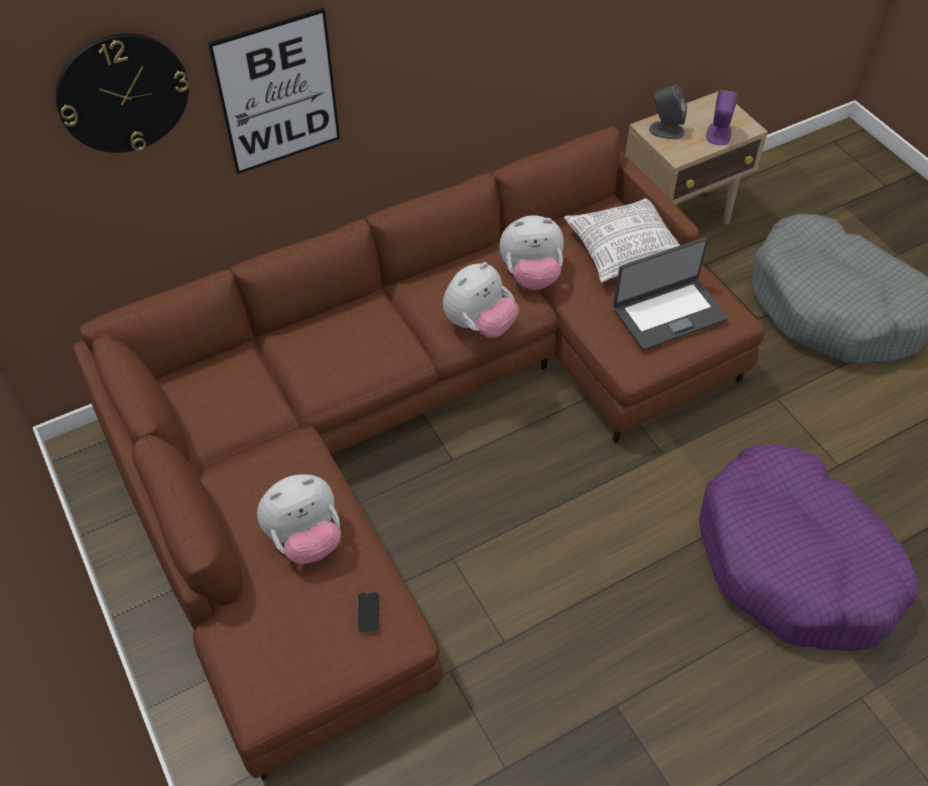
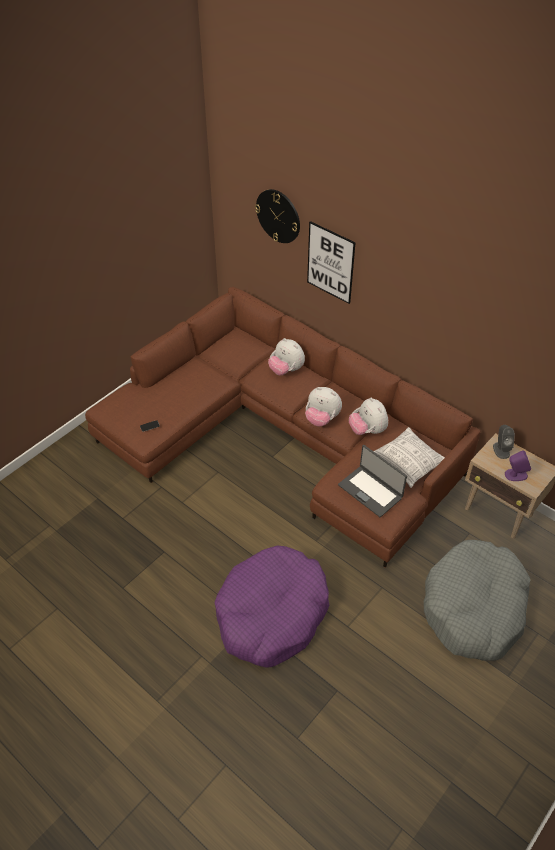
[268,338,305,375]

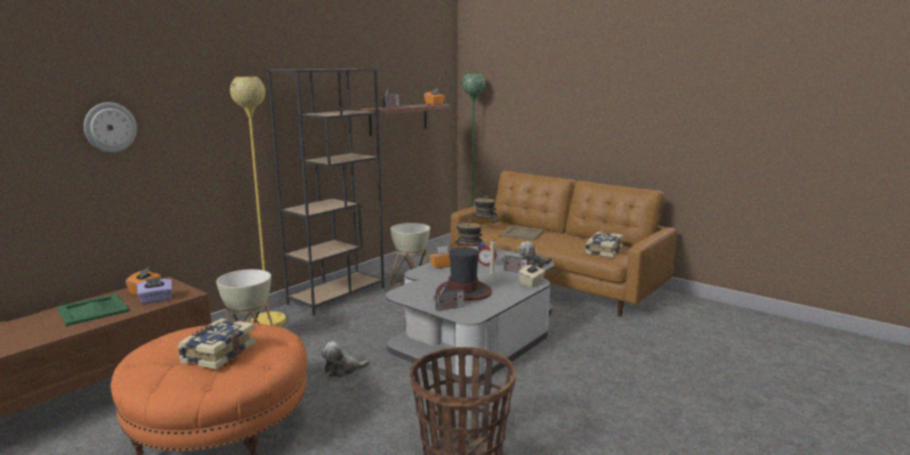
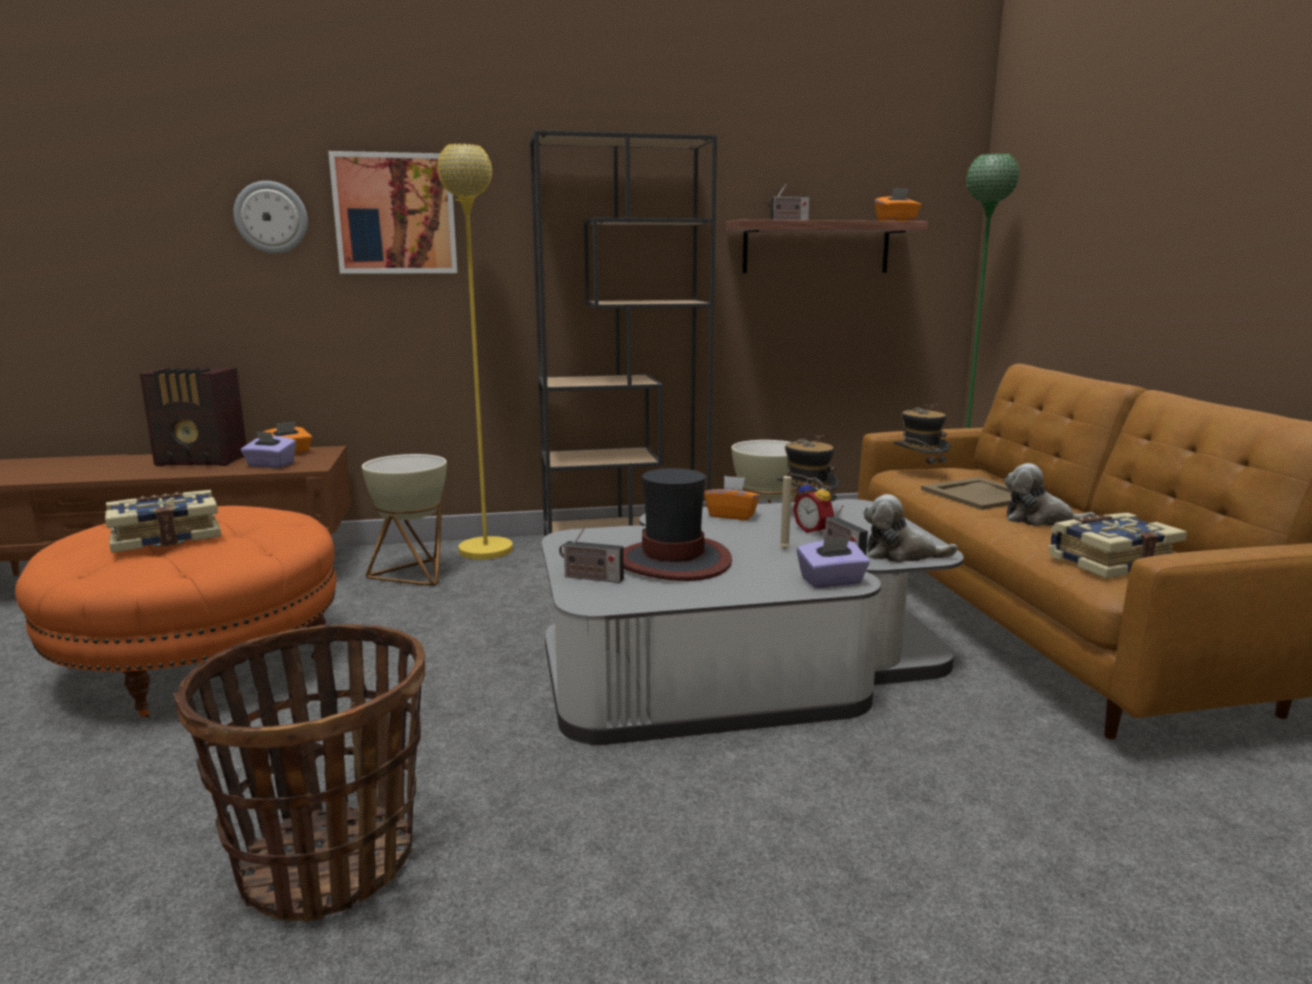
[797,536,870,588]
[140,368,247,466]
[1004,463,1096,526]
[328,151,457,274]

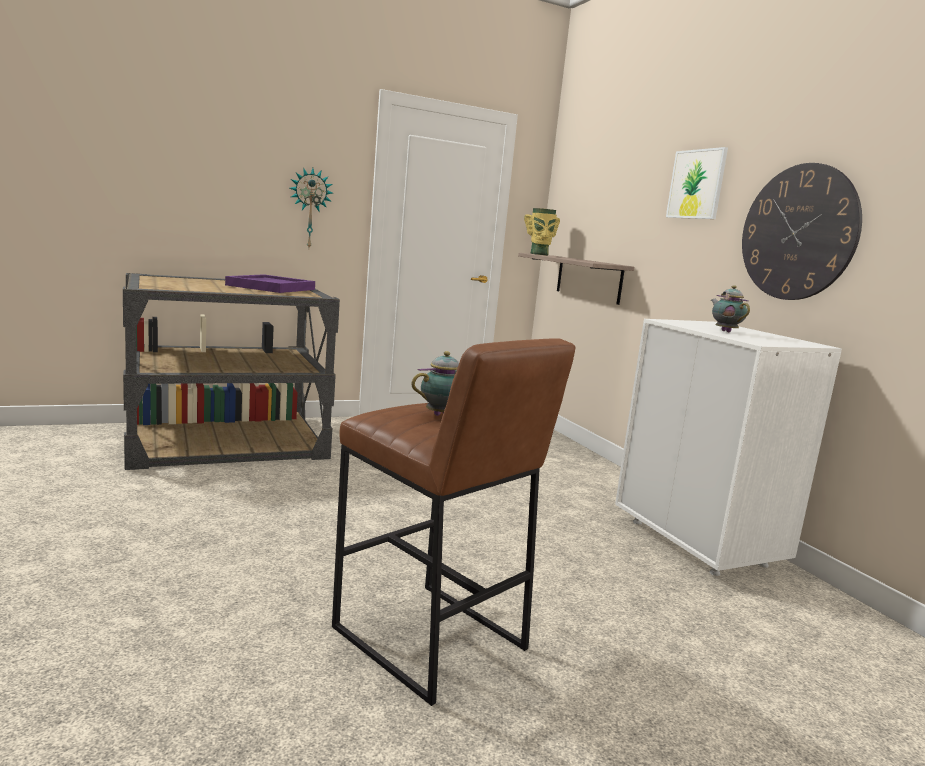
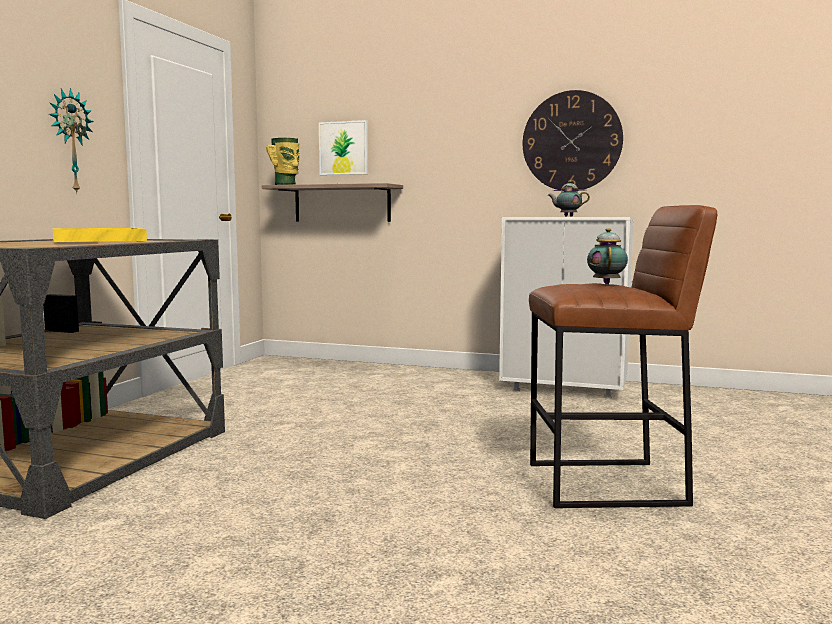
[319,120,368,175]
[53,228,147,242]

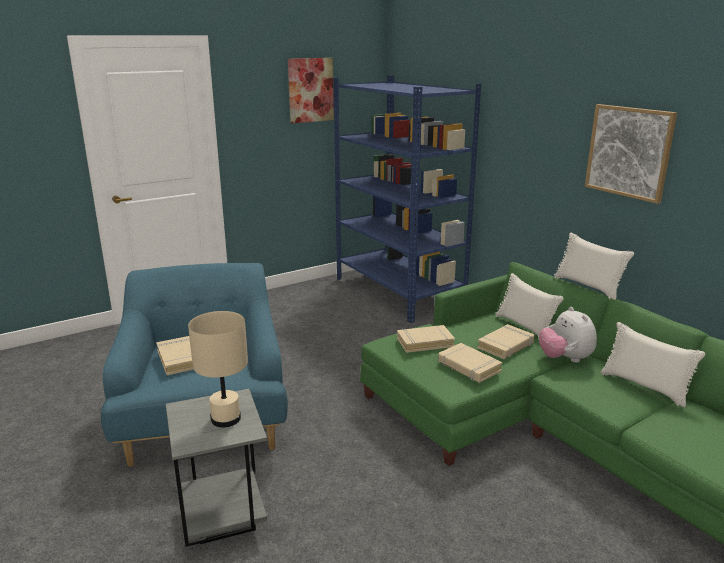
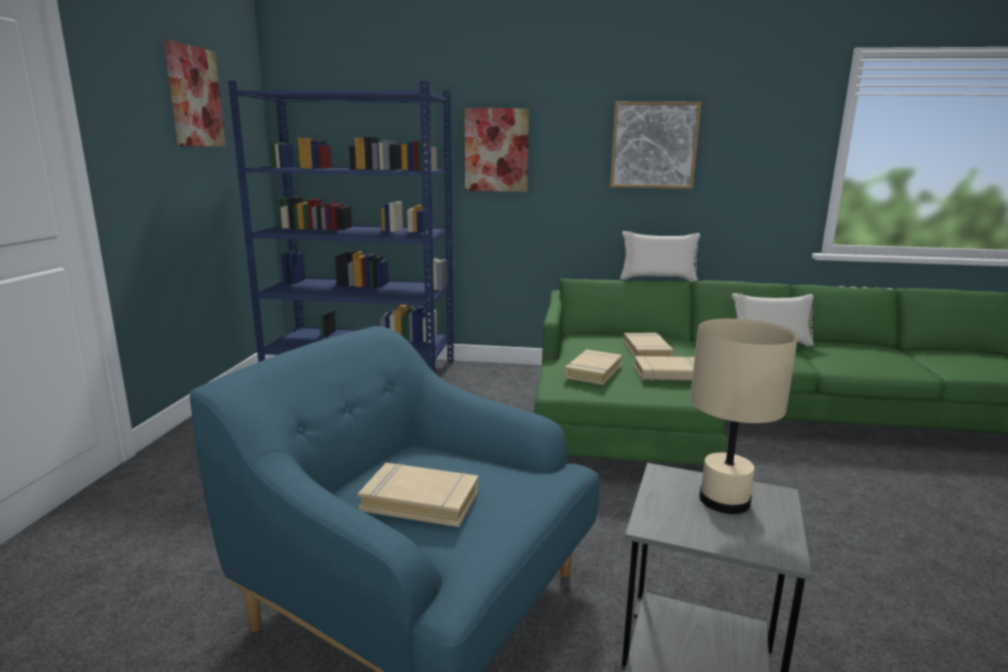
[495,273,564,338] (first image)
[539,307,597,363] (first image)
[465,108,529,192]

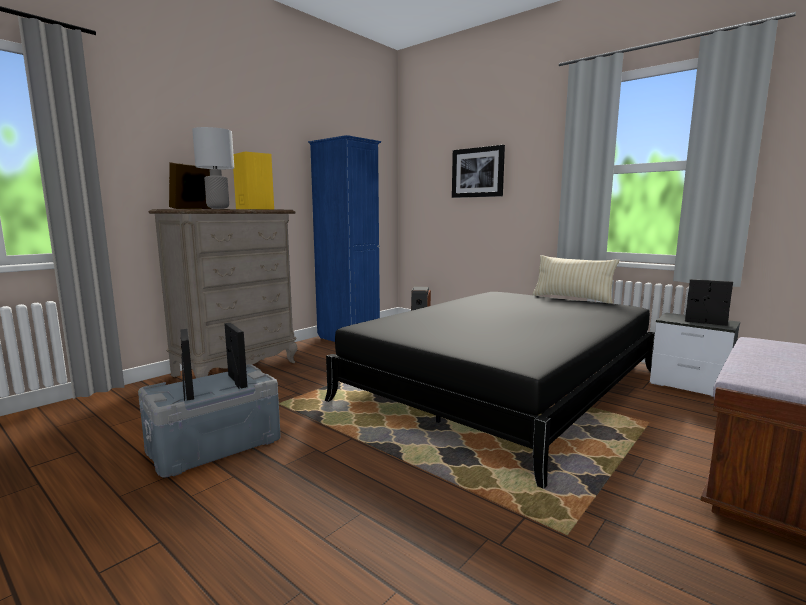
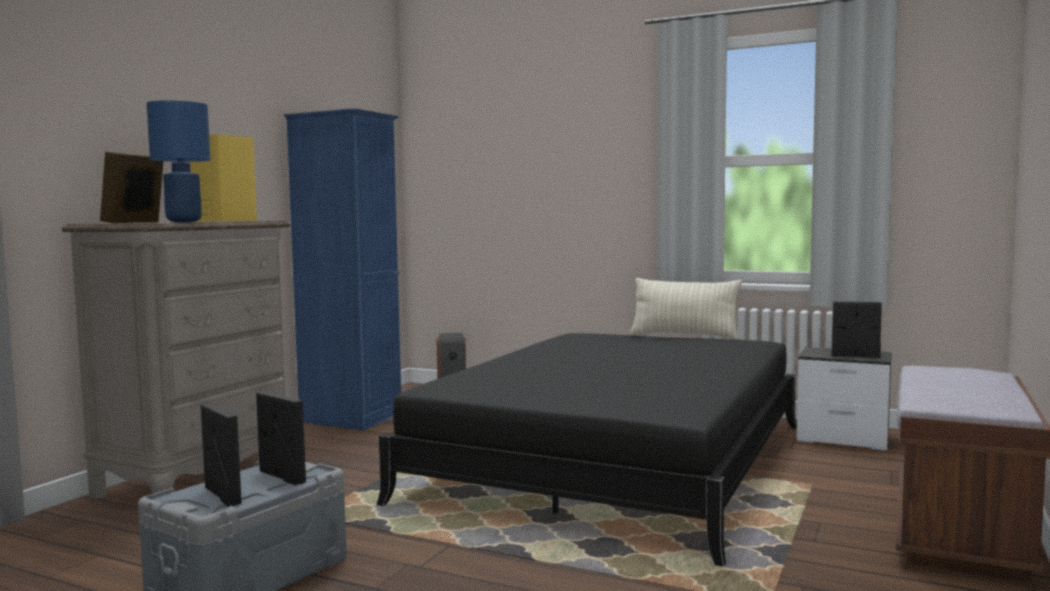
[147,100,211,222]
[452,145,505,198] (first image)

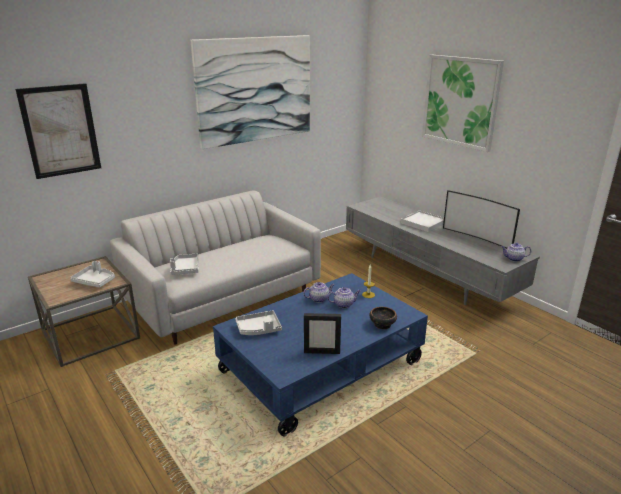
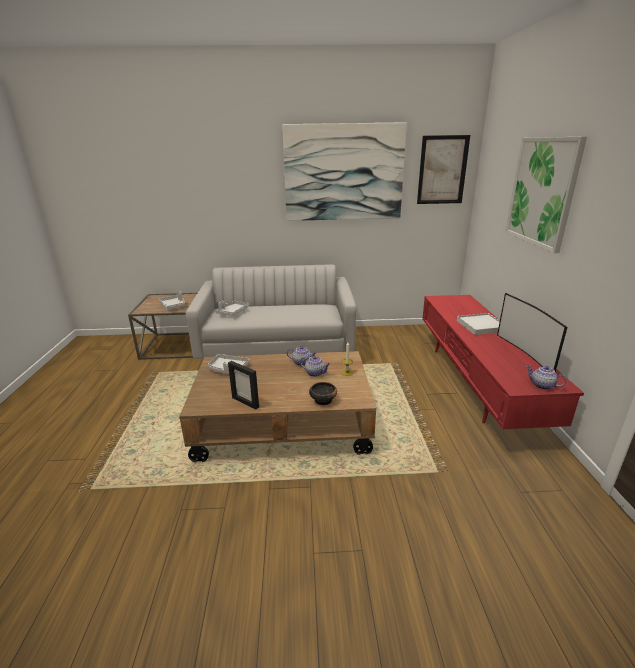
[417,135,470,204]
[422,295,584,429]
[179,351,376,462]

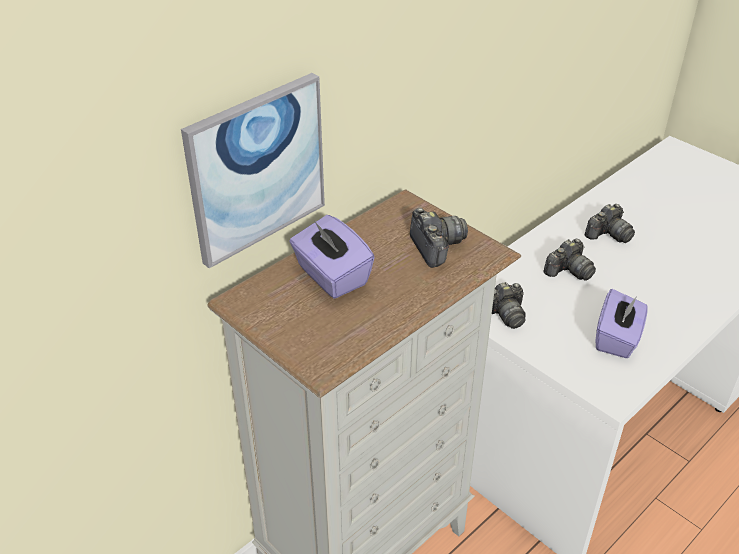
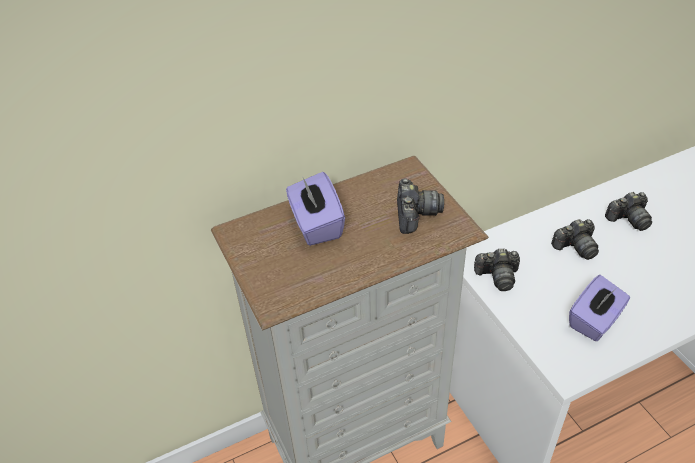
[181,73,325,268] (first image)

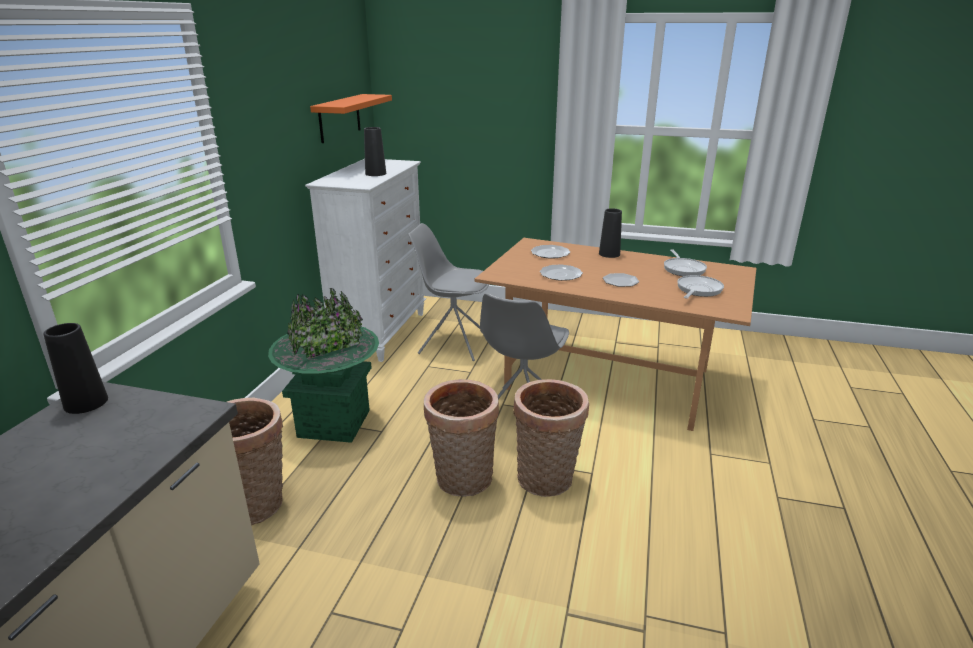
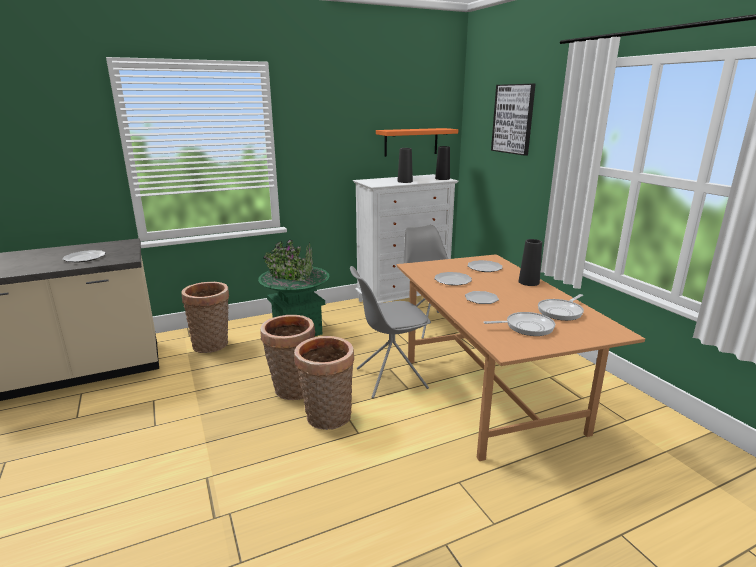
[435,146,450,180]
[491,84,536,156]
[63,250,105,262]

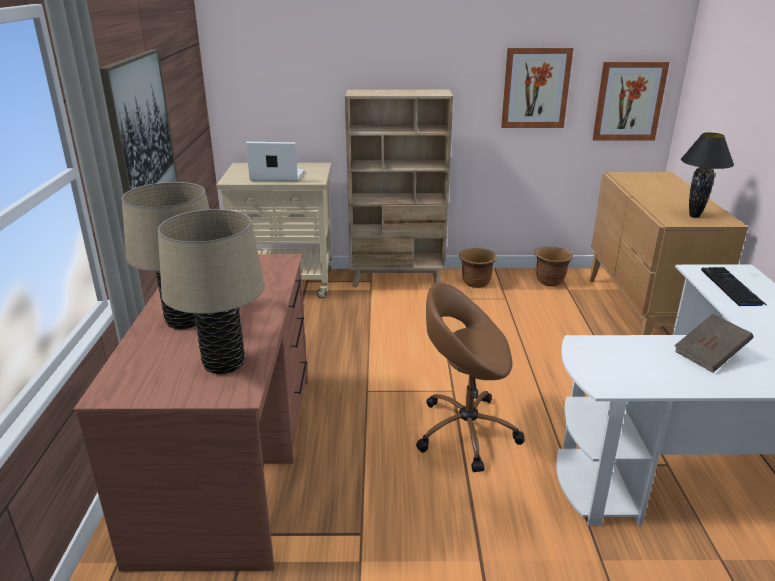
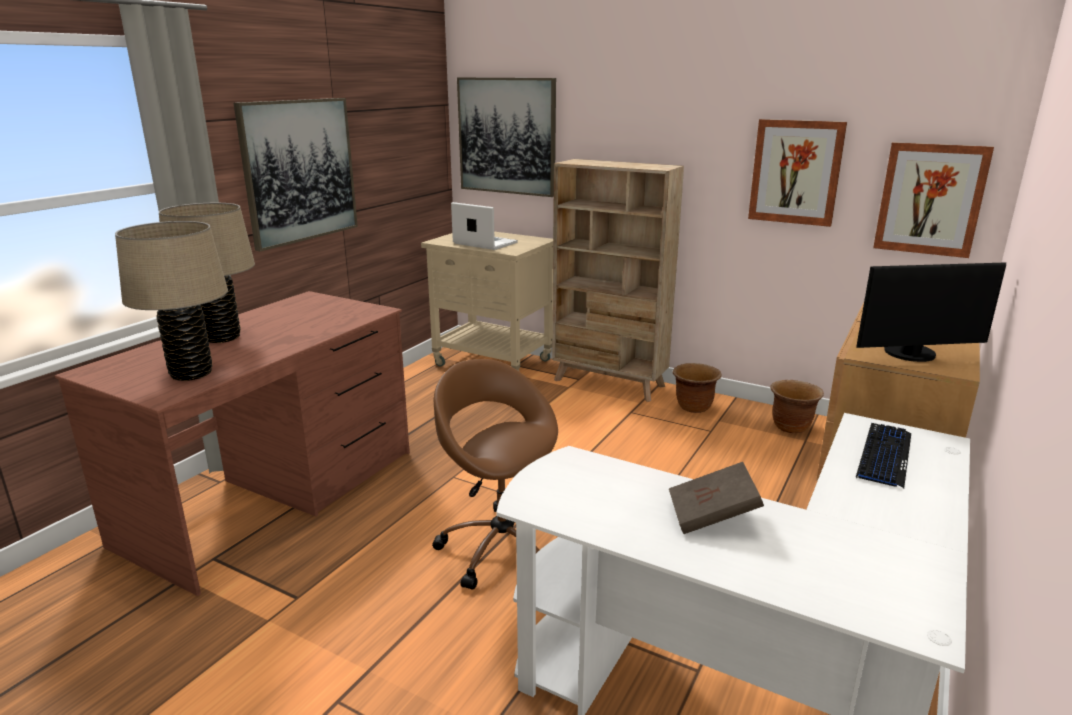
[856,262,1006,362]
[457,77,556,197]

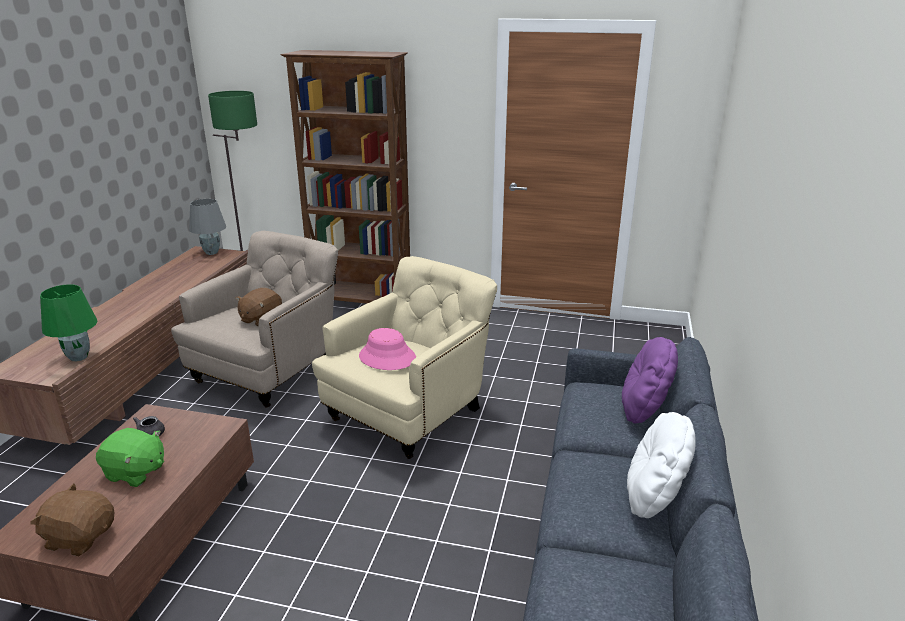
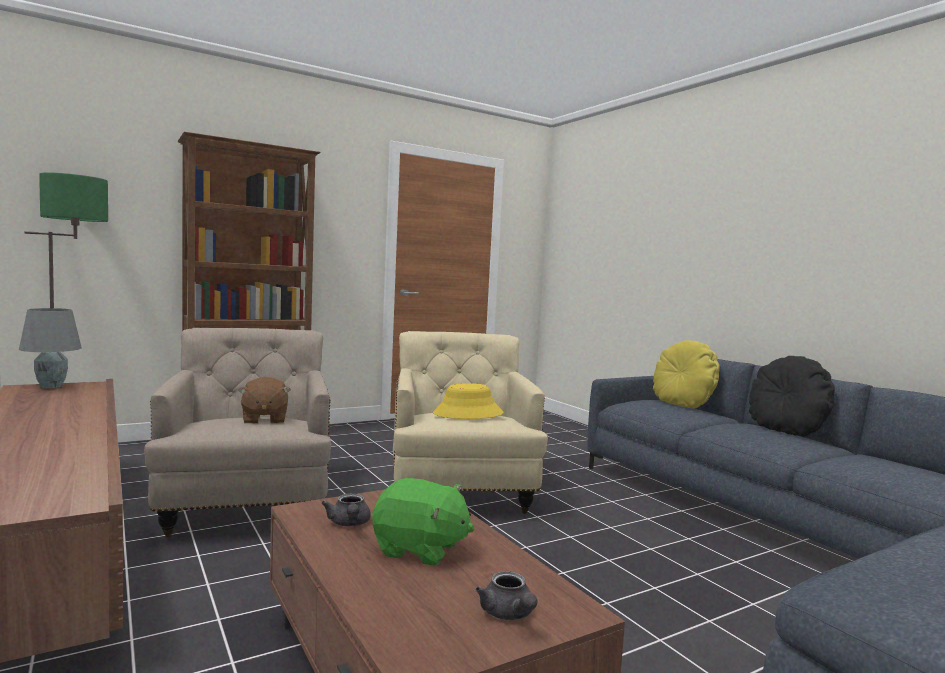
[40,284,98,362] (first image)
[433,383,504,419]
[653,340,720,409]
[749,356,835,437]
[372,478,474,566]
[476,571,537,620]

